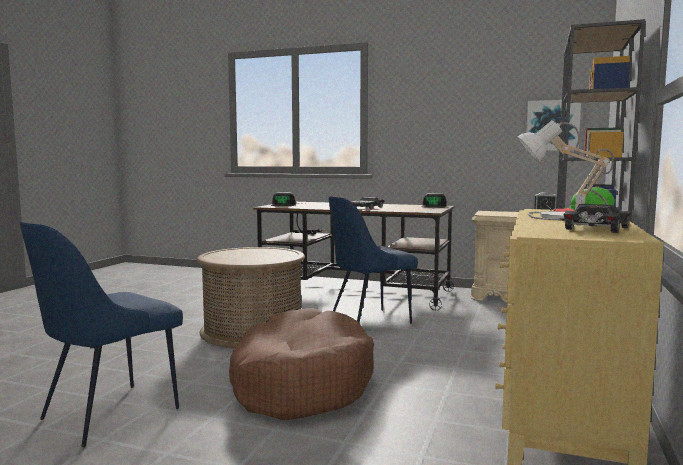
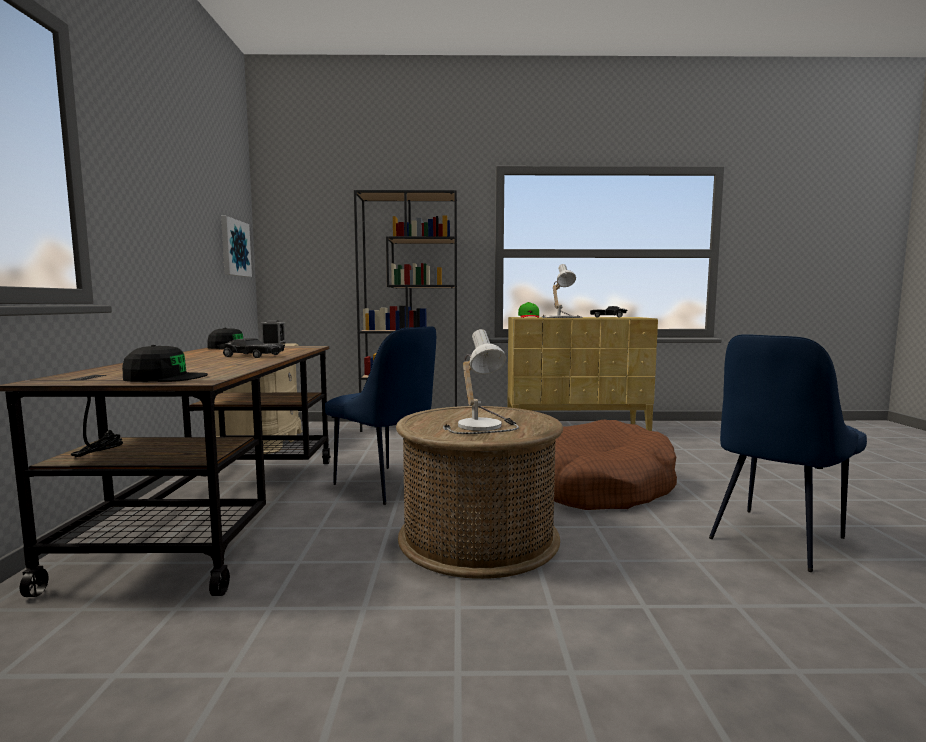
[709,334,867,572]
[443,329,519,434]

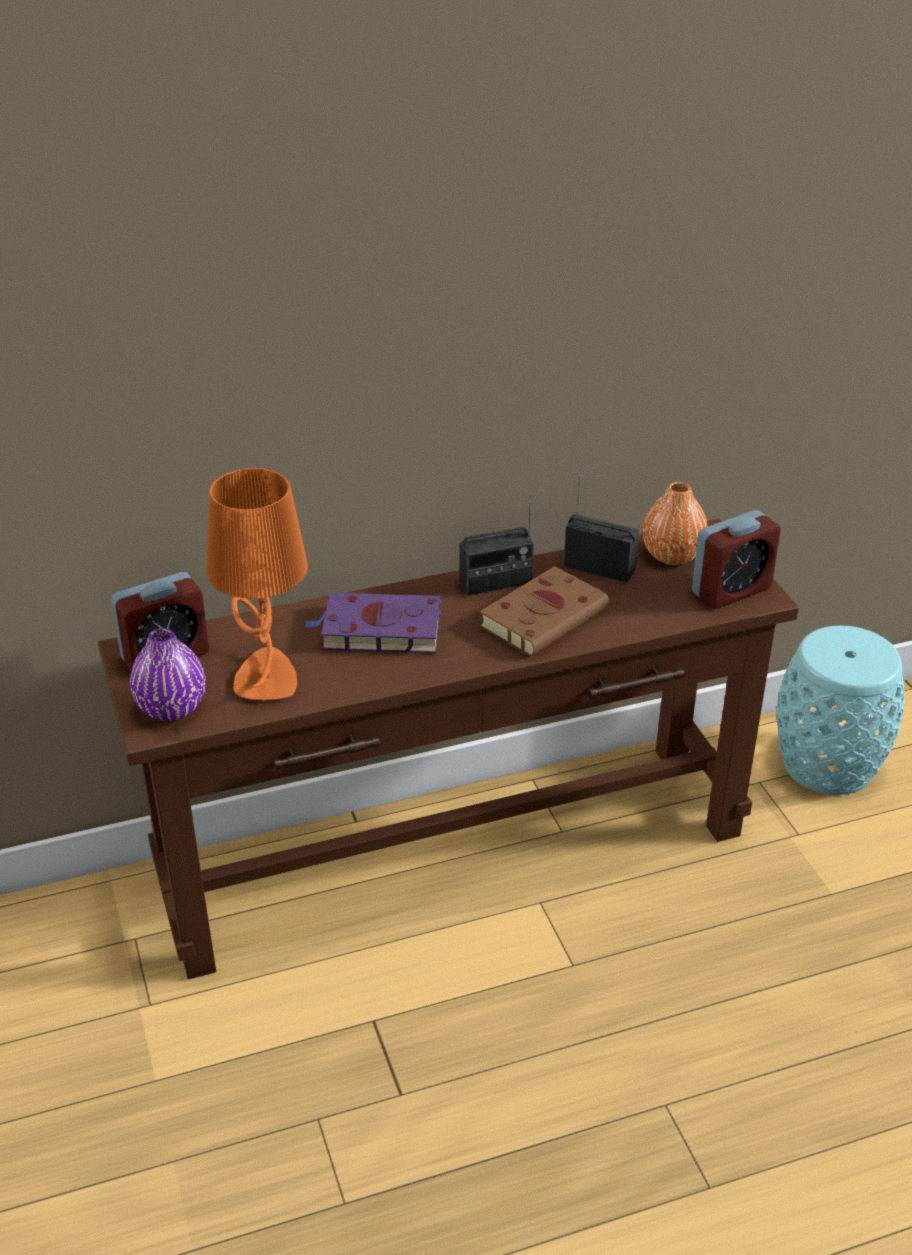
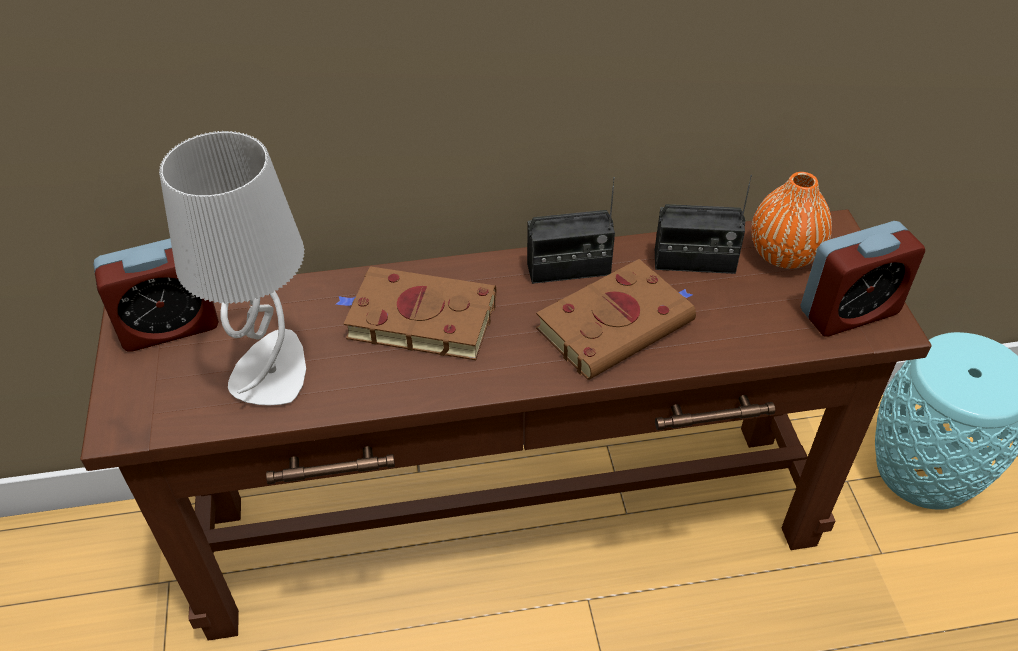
[159,131,306,405]
[655,175,752,274]
[335,266,496,360]
[130,628,206,721] (first image)

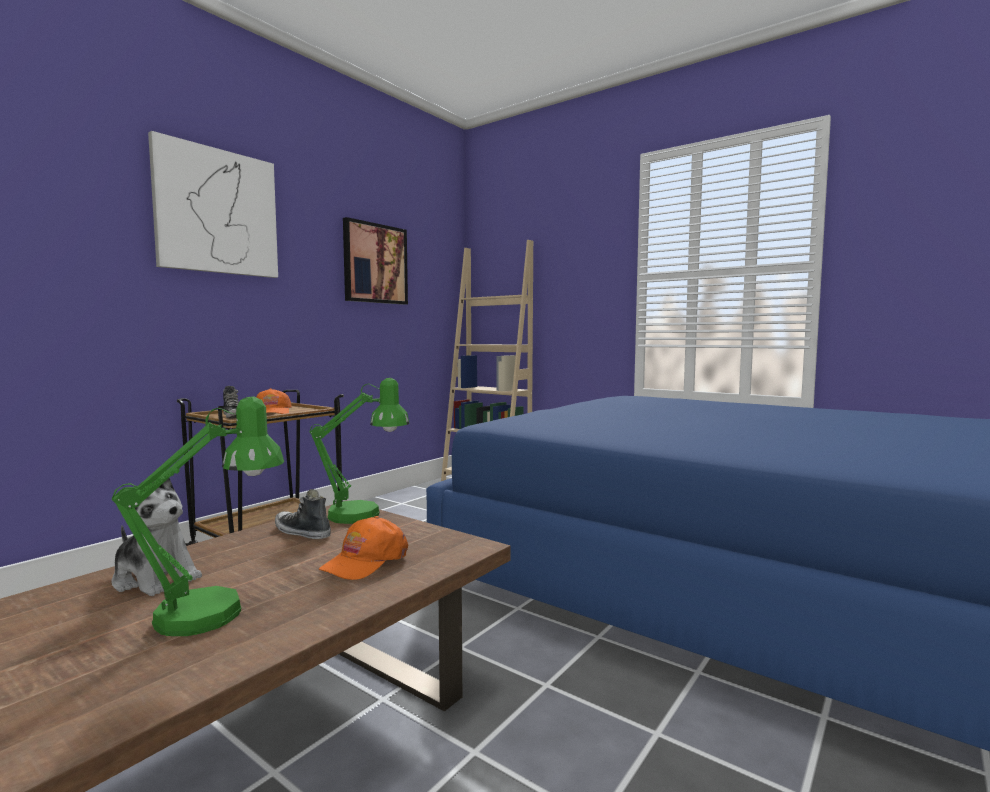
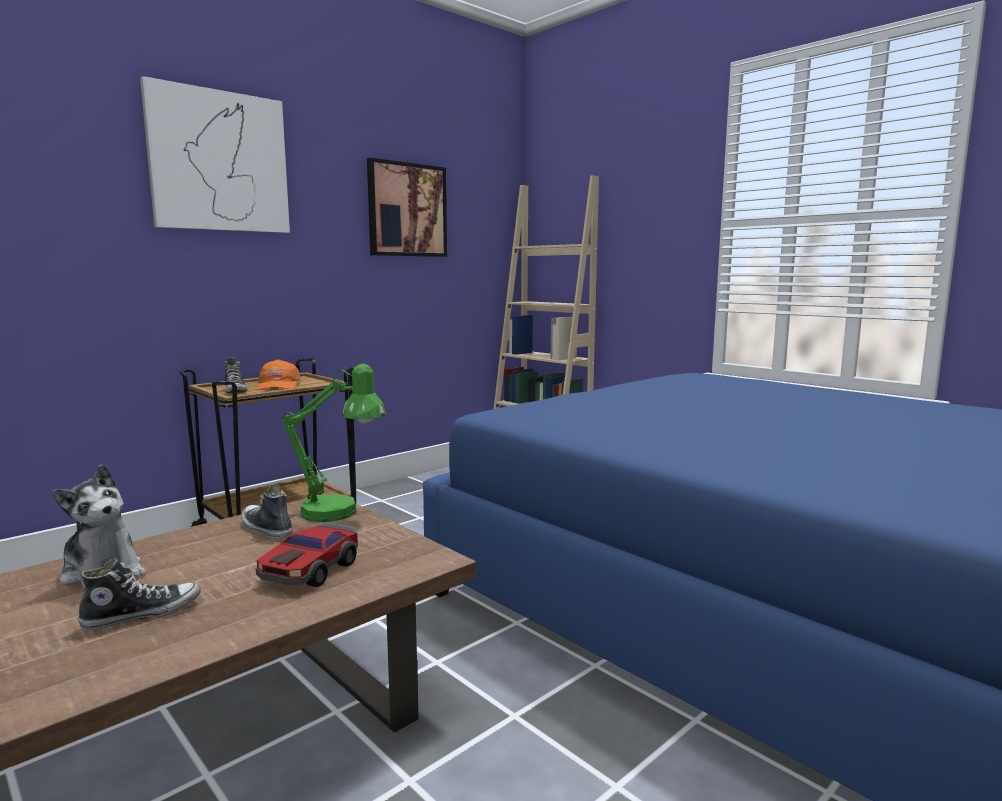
[78,558,201,630]
[256,522,358,587]

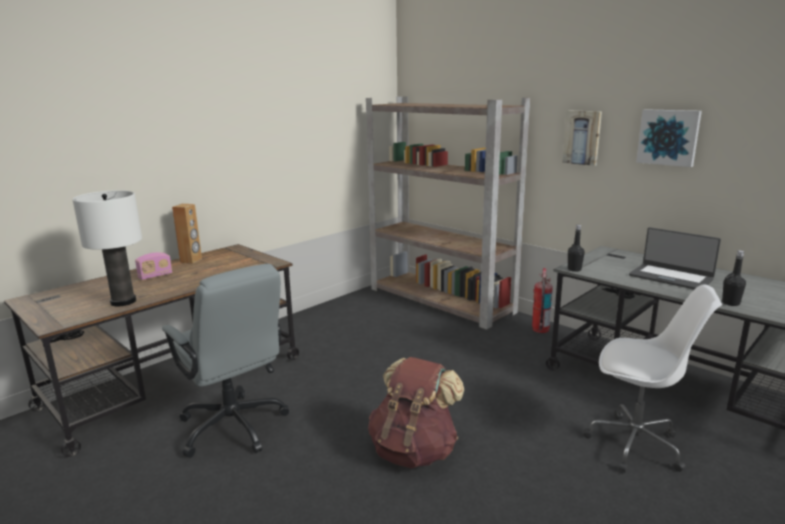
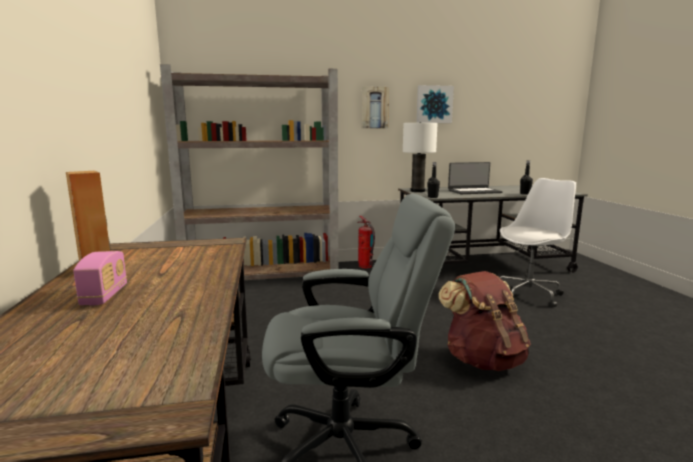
[403,122,438,192]

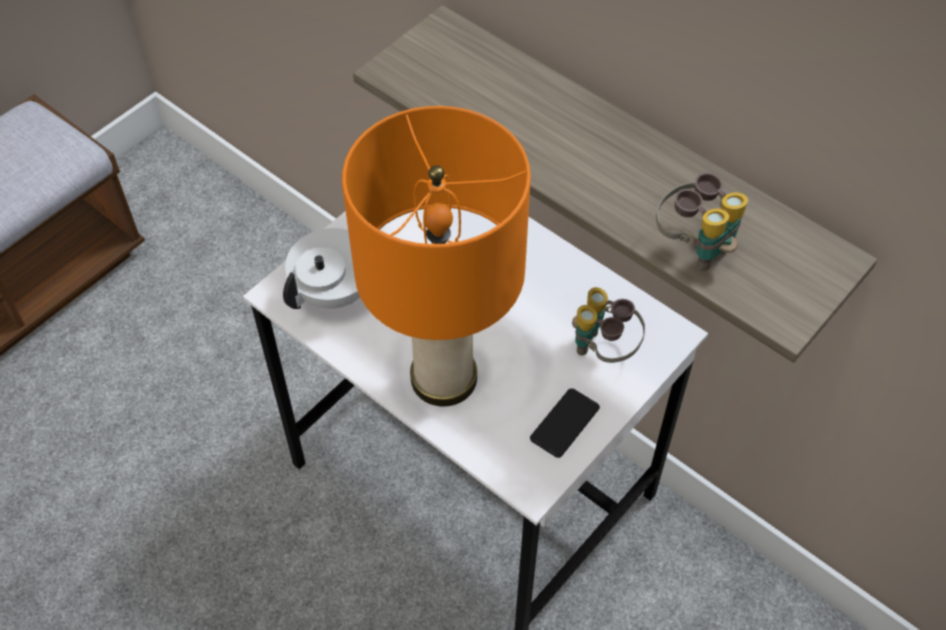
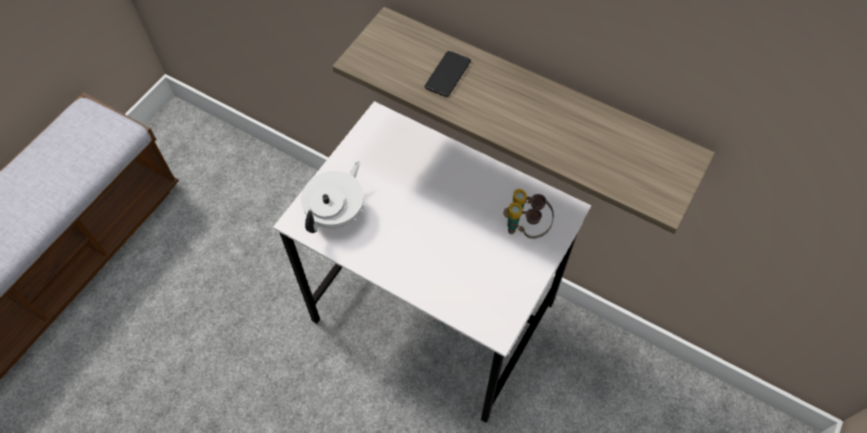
[342,106,531,406] (first image)
[656,172,748,272] (first image)
[424,51,471,97]

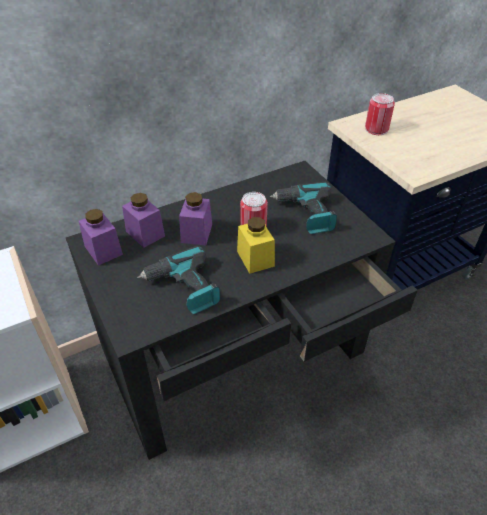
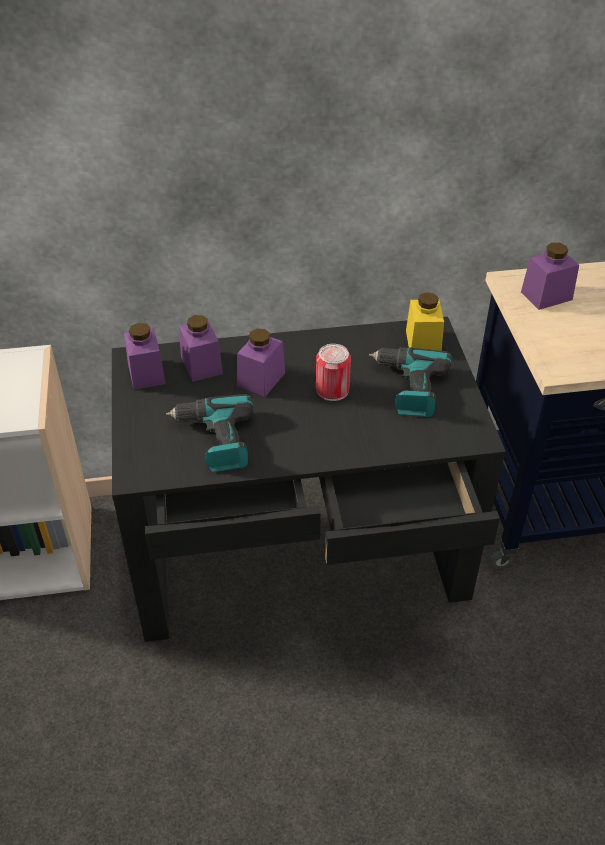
[521,243,579,310]
[406,292,444,351]

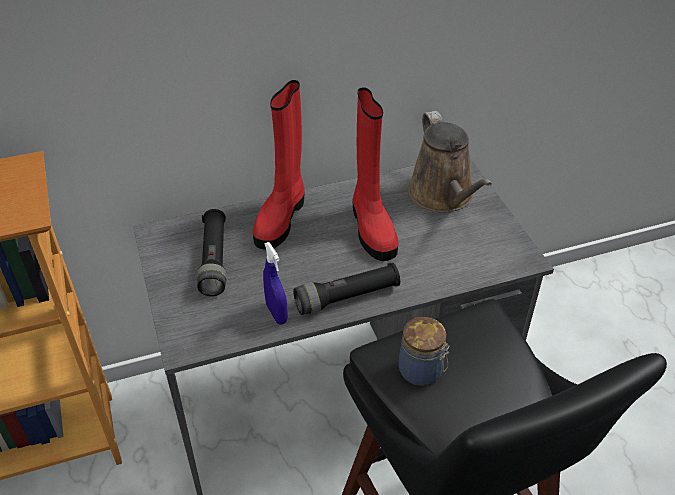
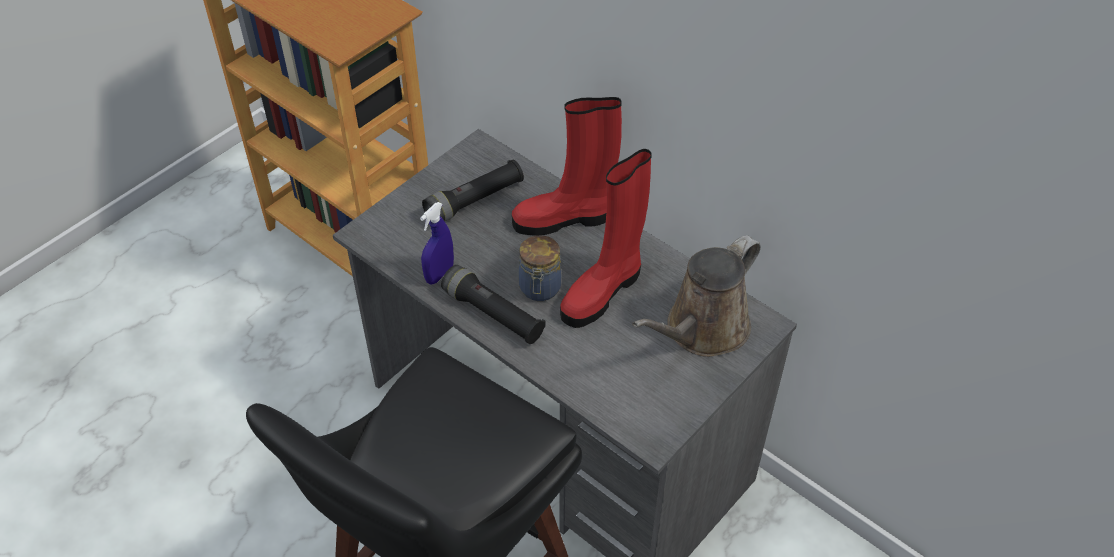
[519,235,561,301]

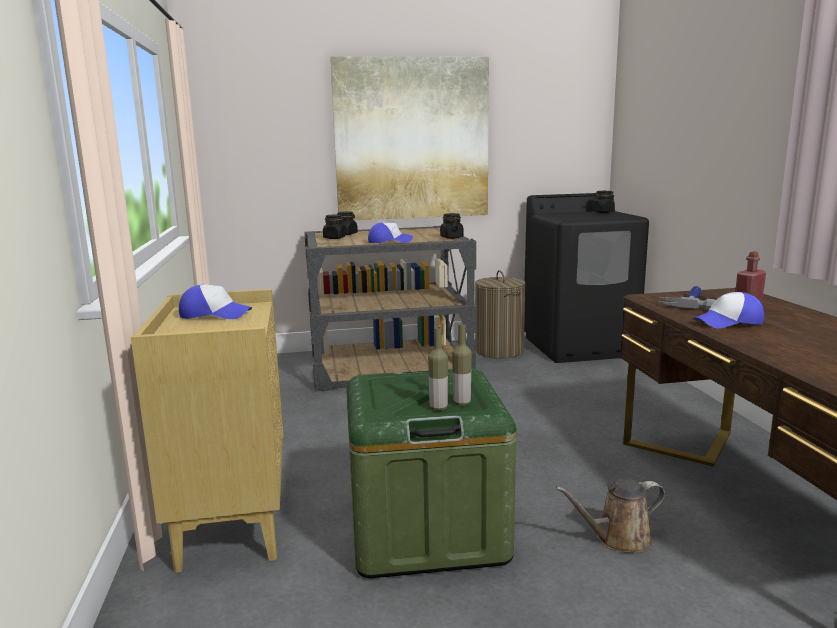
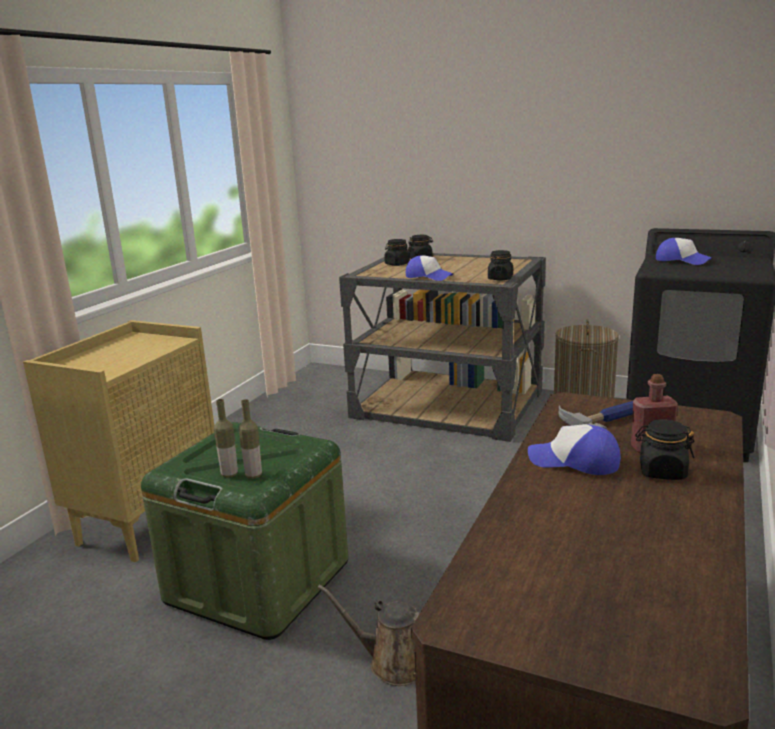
[330,56,489,220] (first image)
[635,419,695,480]
[656,238,711,265]

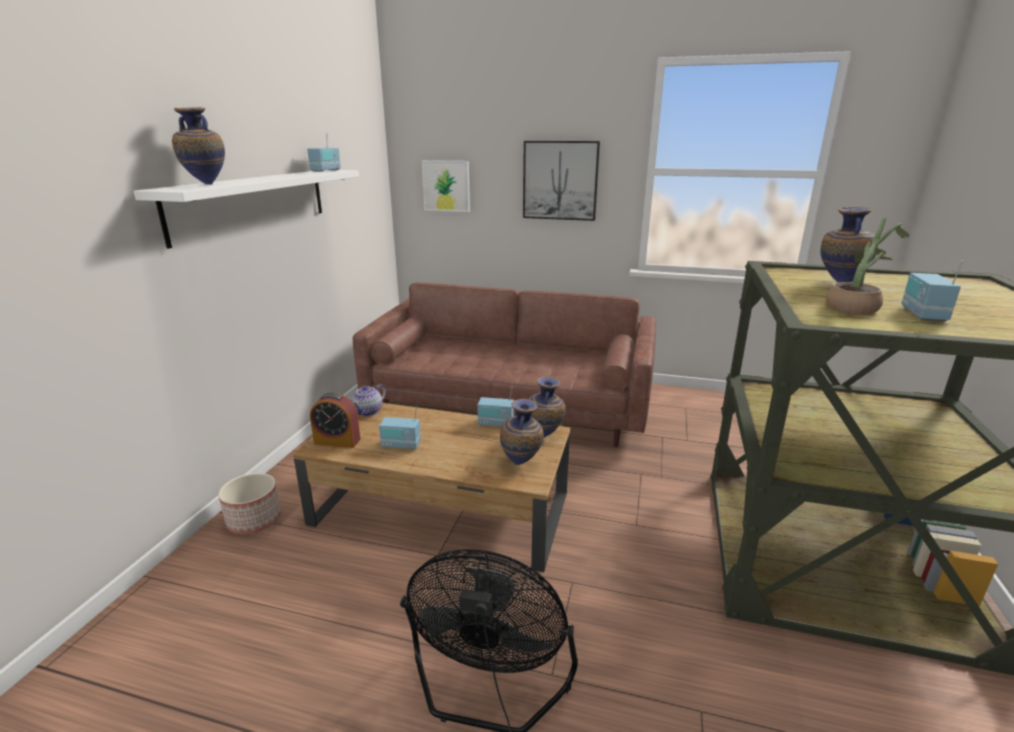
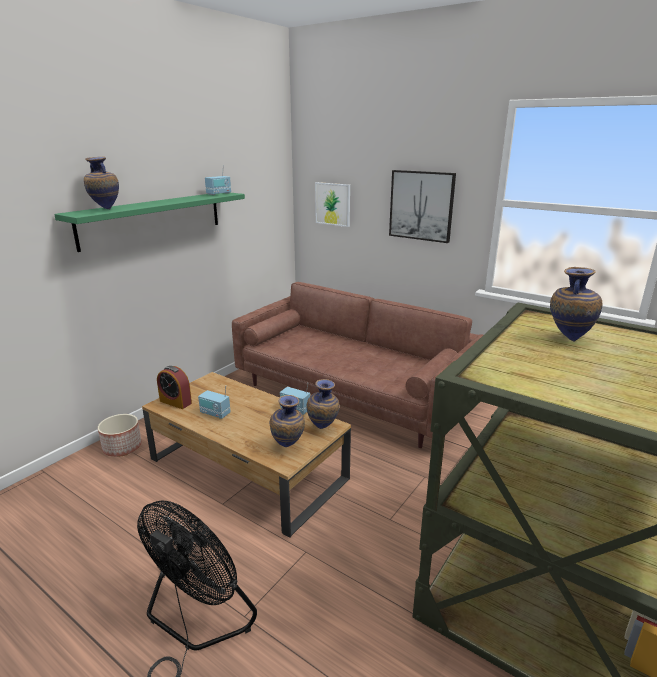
[54,193,245,252]
[826,218,909,315] (first image)
[901,260,963,322] (first image)
[350,384,386,416] (first image)

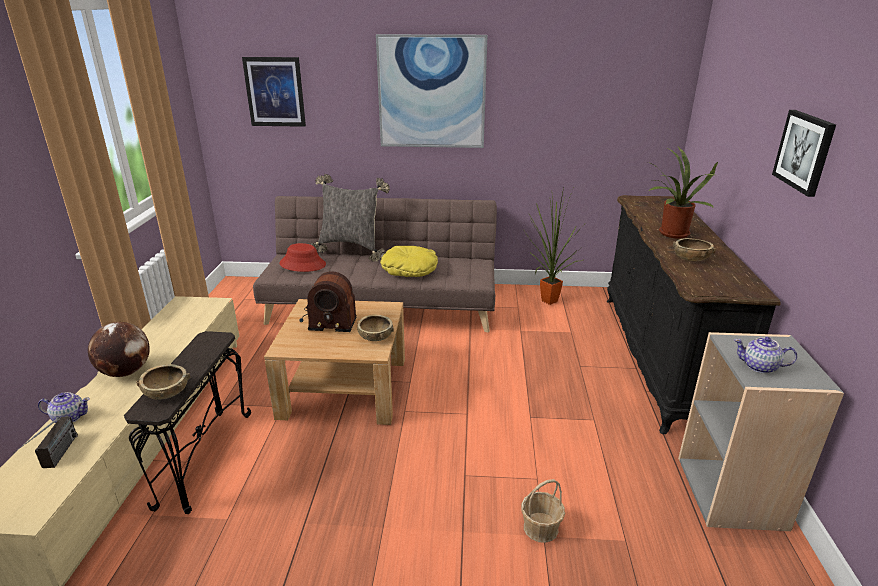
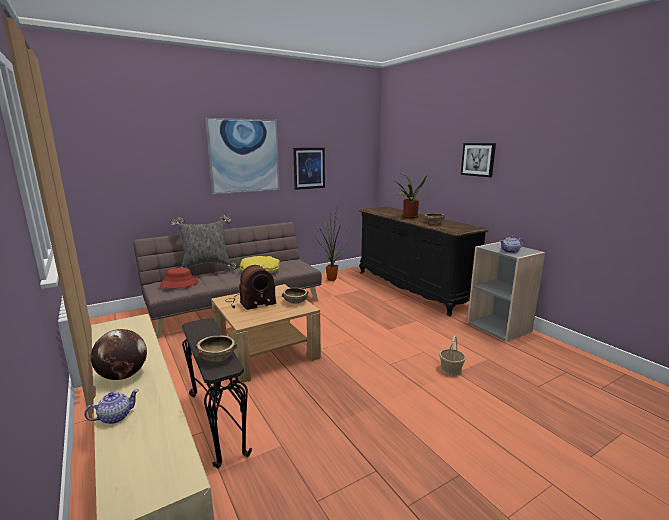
[293,148,325,190]
[13,416,78,468] (first image)

